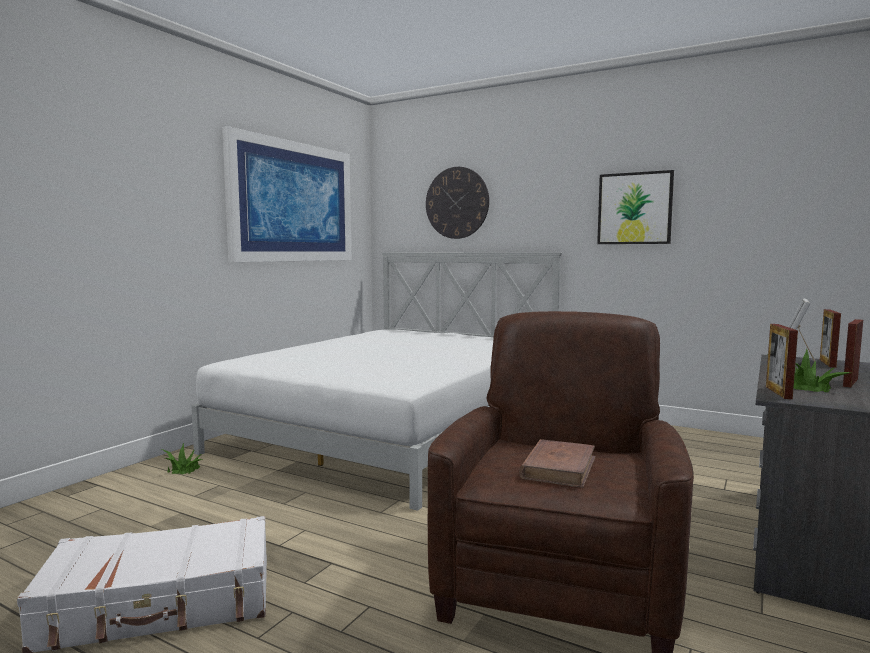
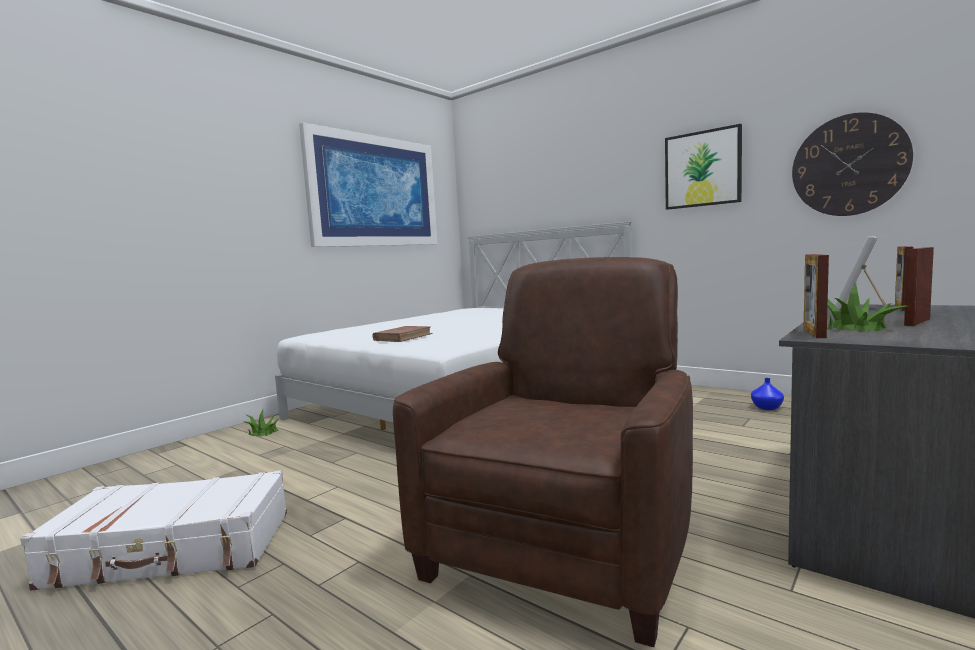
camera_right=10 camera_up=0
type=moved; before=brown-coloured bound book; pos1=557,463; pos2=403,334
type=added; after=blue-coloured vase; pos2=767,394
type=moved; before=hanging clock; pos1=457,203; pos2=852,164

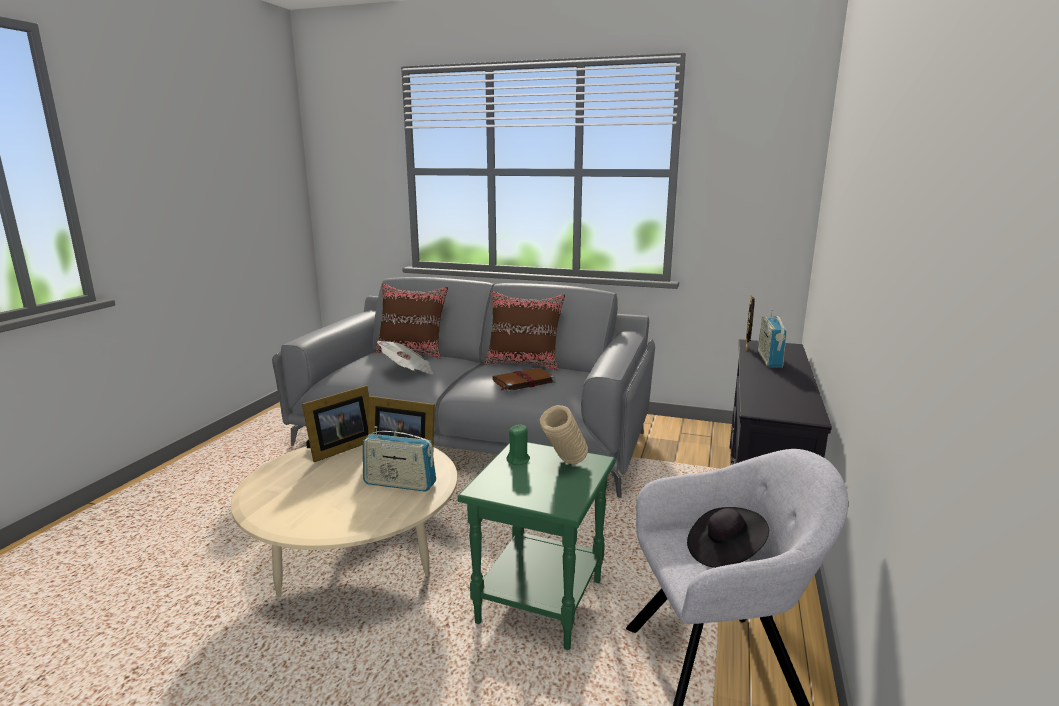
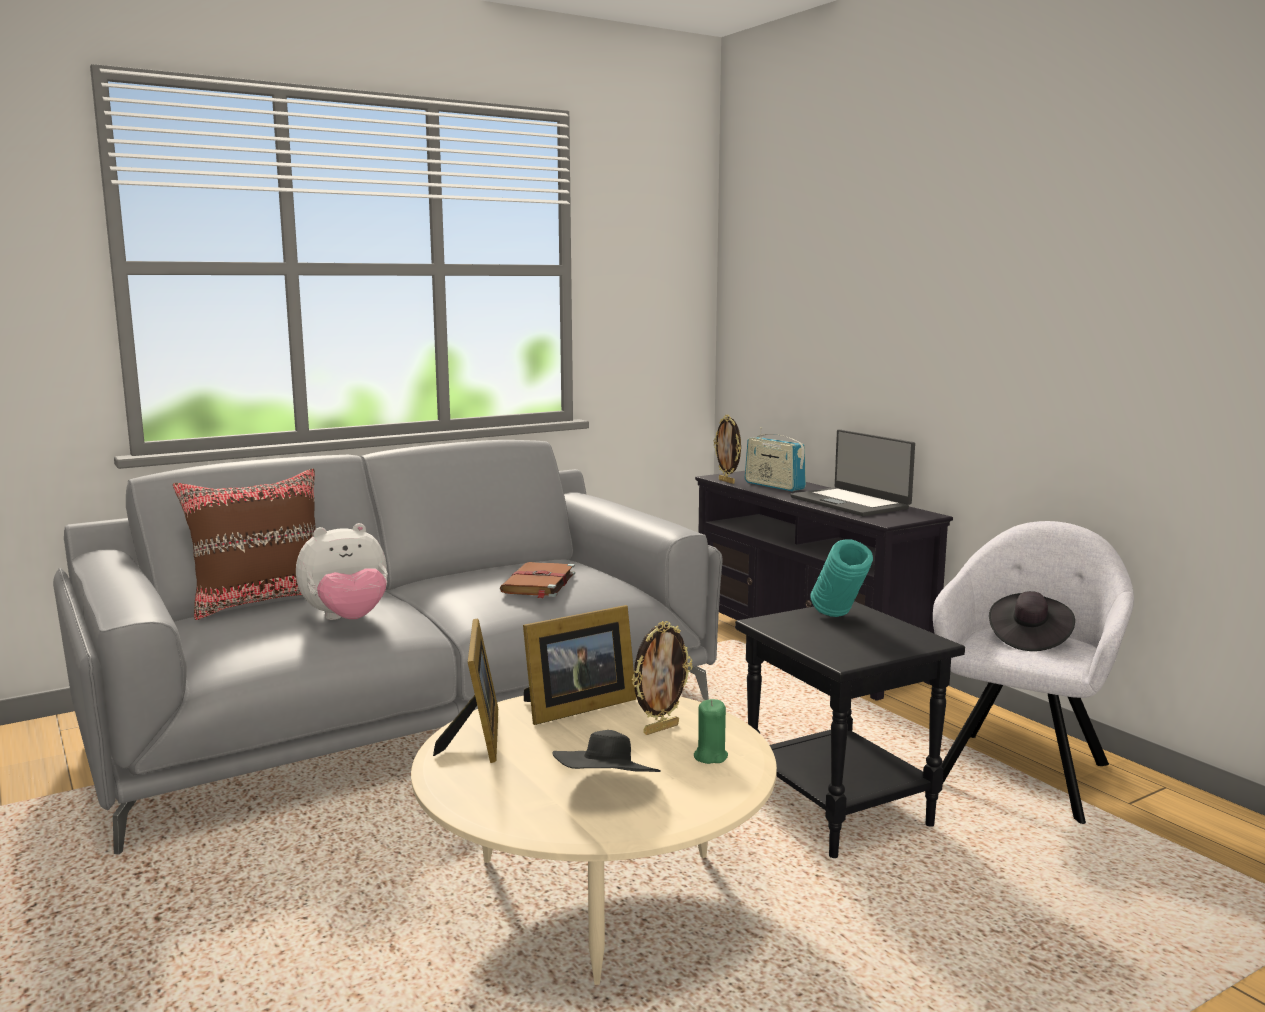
camera_right=-50 camera_up=-5
type=replaced; before=daily paper; after=soft toy; pos1=405,357; pos2=342,571
type=added; after=black-coloured clothing hat; pos2=606,751
type=replaced; before=radio set; after=picture frame; pos1=399,459; pos2=662,678
type=moved; before=green candle; pos1=518,445; pos2=711,731
type=recoloured; before=green side table; after=black-coloured side table; pos1=536,546; pos2=850,729
type=added; after=notebook computer; pos2=852,472
type=recoloured; before=sand-coloured vase; after=turquoise-coloured vase; pos1=564,434; pos2=841,578
type=removed; before=brown-coloured throw pillow; pos1=524,330

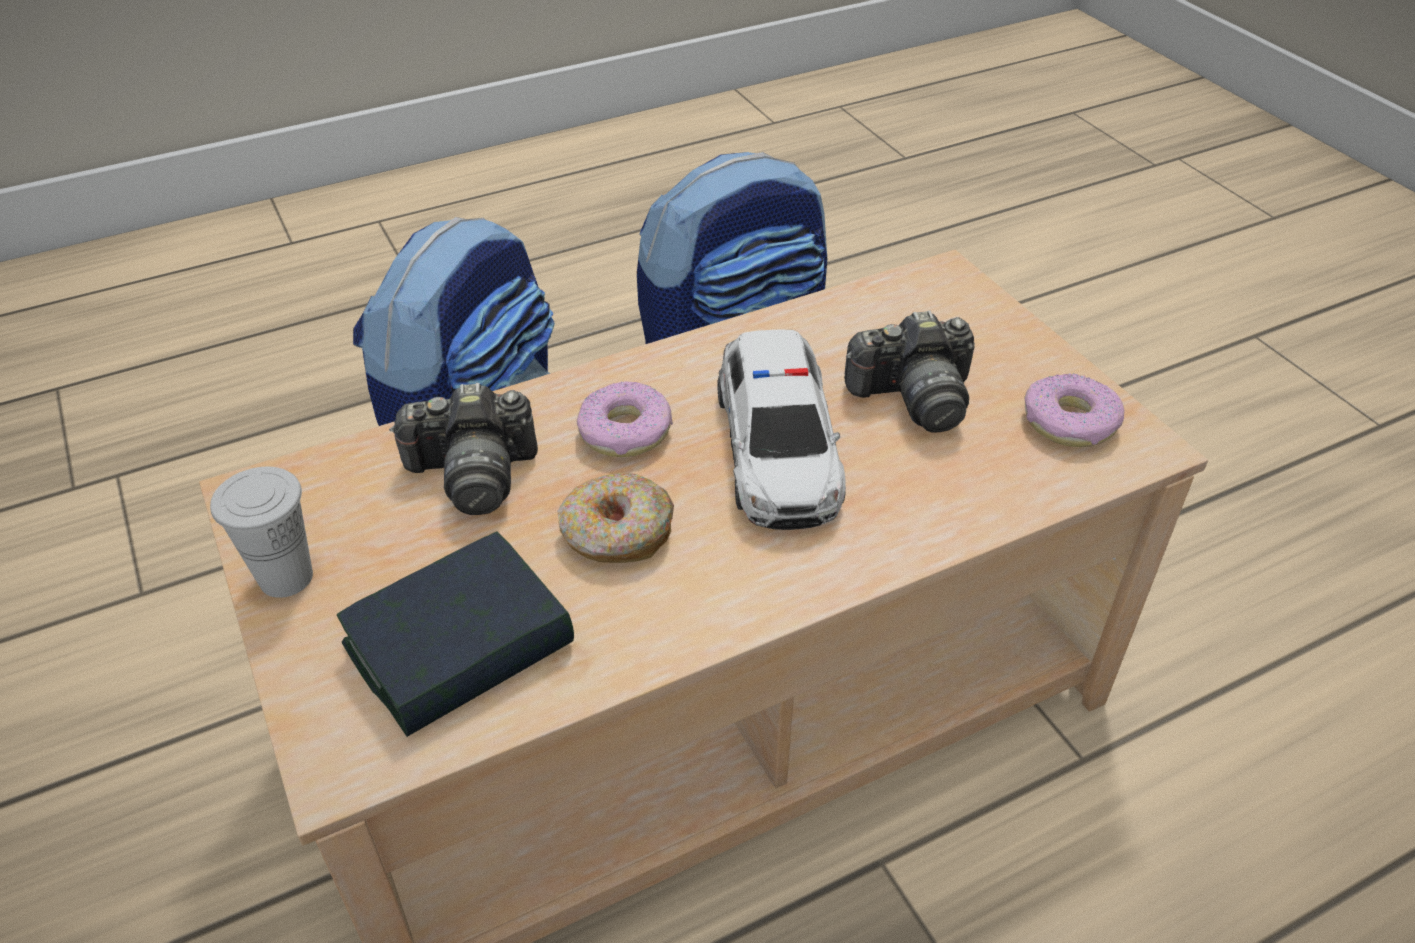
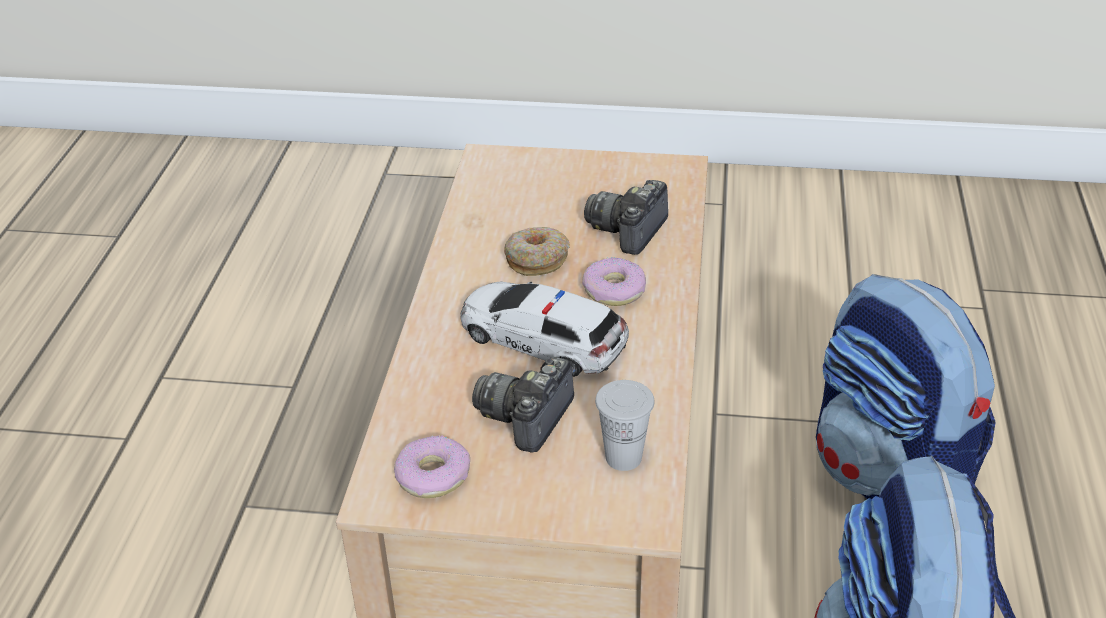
camera_right=125 camera_up=-5
type=moved; before=white-coloured drinking cup; pos1=261,532; pos2=625,425
type=removed; before=bound book; pos1=455,634

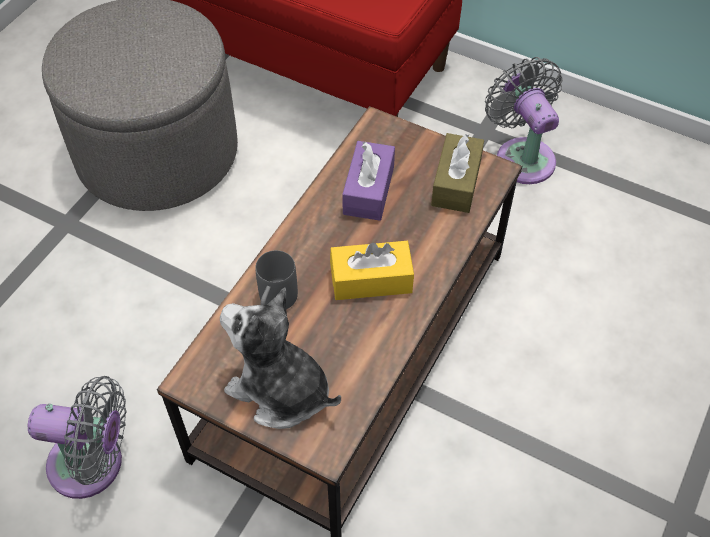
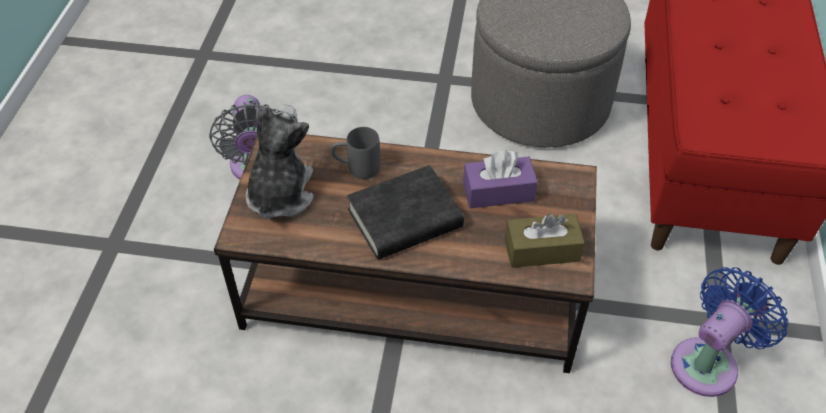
camera_right=70 camera_up=-5
type=replaced; before=yellow-coloured tissue box; after=black-coloured bound book; pos1=372,270; pos2=405,212
type=recoloured; before=gray fan; after=blue-coloured fan; pos1=524,120; pos2=730,332

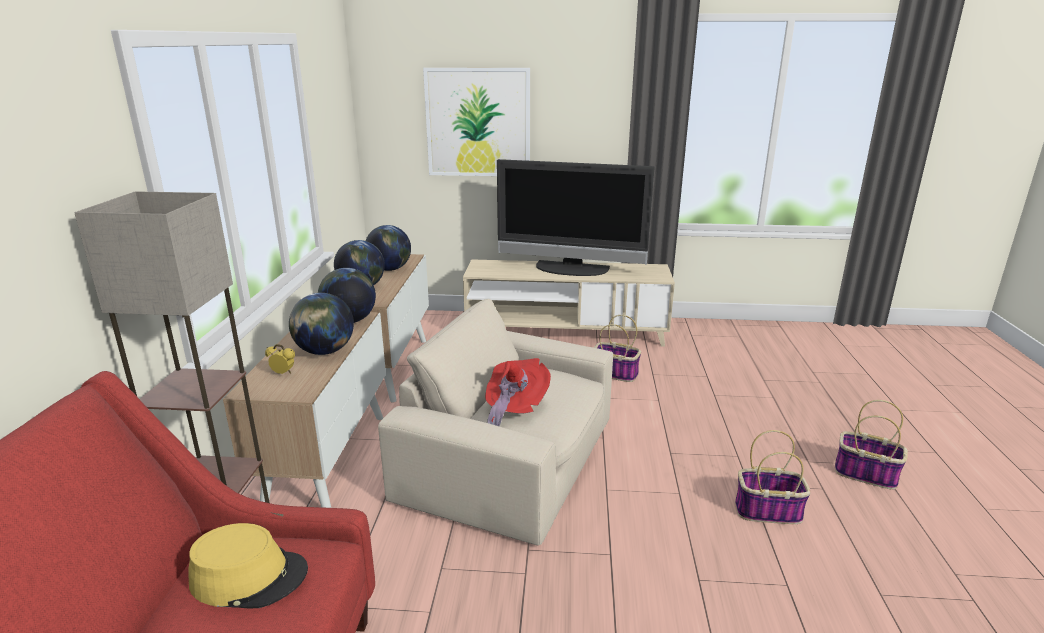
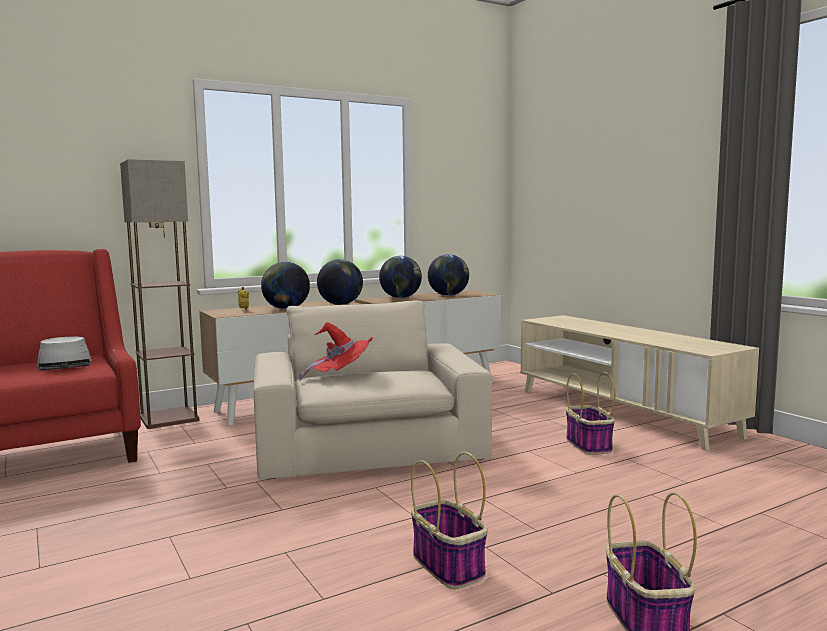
camera_right=55 camera_up=-15
type=recoloured; before=yellow-coloured clothing hat; after=gray clothing hat; pos1=248,565; pos2=64,353
type=removed; before=wall picture; pos1=476,122
type=removed; before=television; pos1=576,217

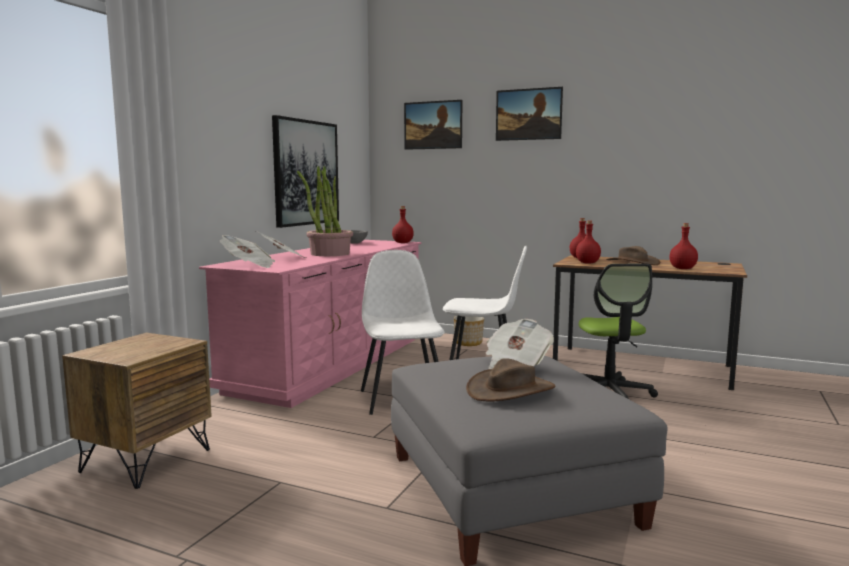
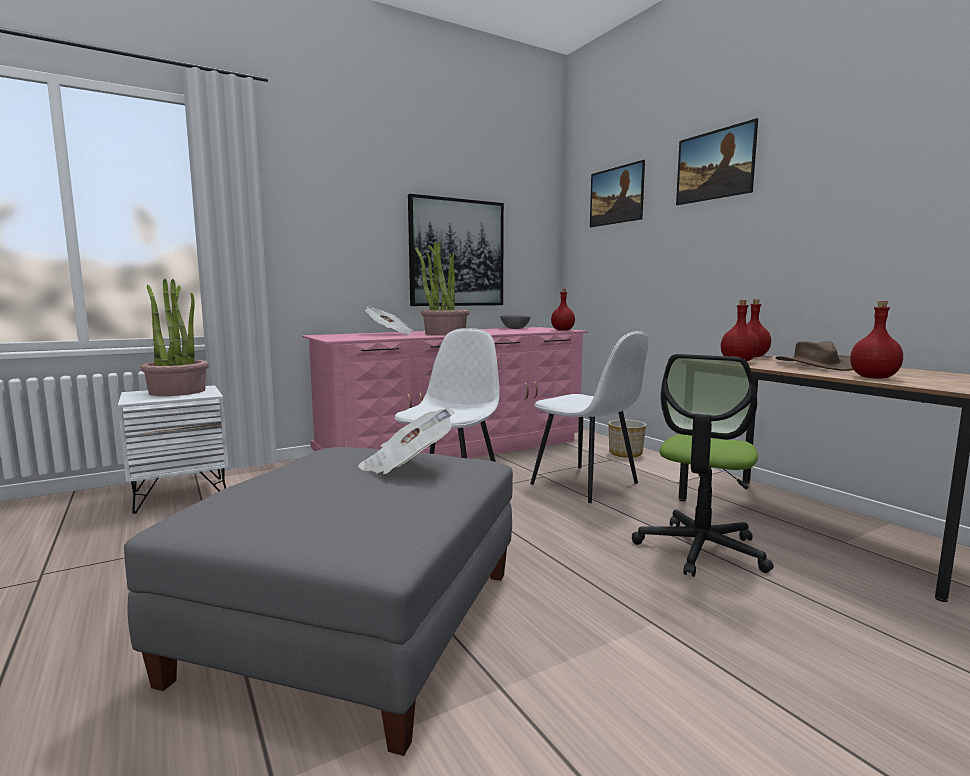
camera_right=35 camera_up=0
type=recoloured; before=brown-coloured bedside table; after=white-coloured bedside table; pos1=137,411; pos2=173,449
type=added; after=houseplant; pos2=174,337
type=removed; before=daily paper; pos1=247,251
type=removed; before=brown-coloured clothing hat; pos1=510,379

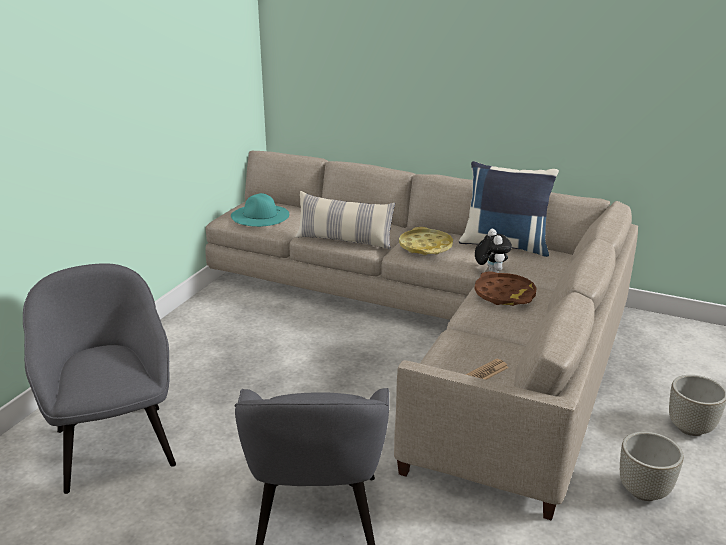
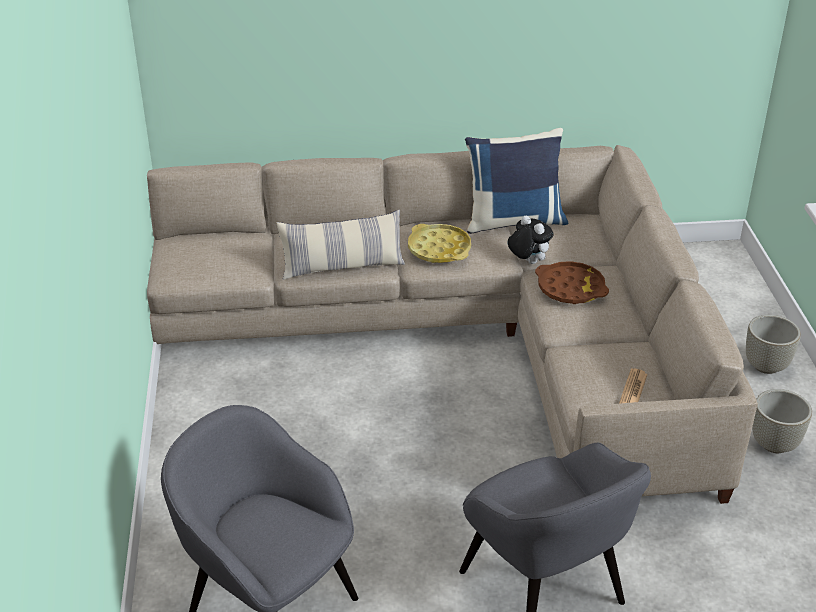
camera_right=-30 camera_up=10
type=removed; before=turquoise-coloured clothing hat; pos1=260,210

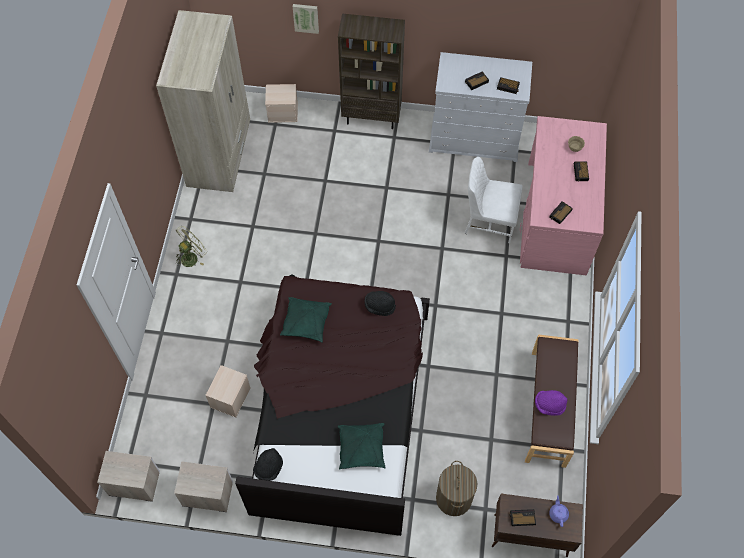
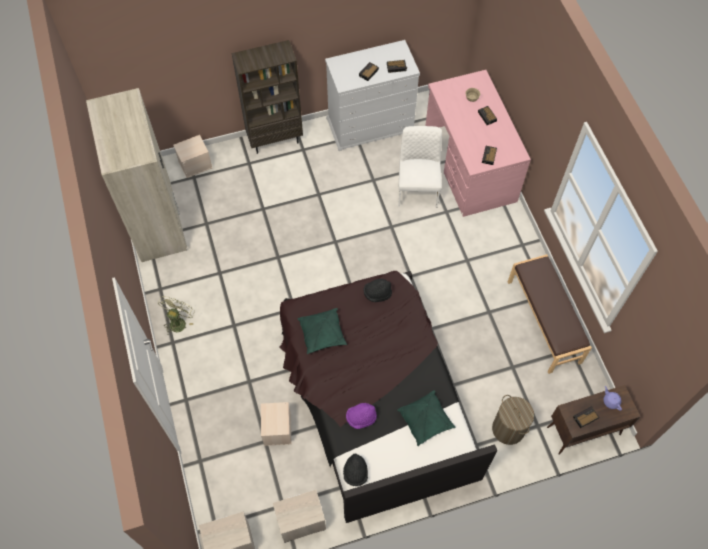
camera_right=-25 camera_up=0
type=moved; before=purplish clothing hat; pos1=551,403; pos2=361,416
type=turned; before=white-coloured upright chair; pos1=494,200; pos2=420,167; turn=105
type=removed; before=wall picture; pos1=306,19

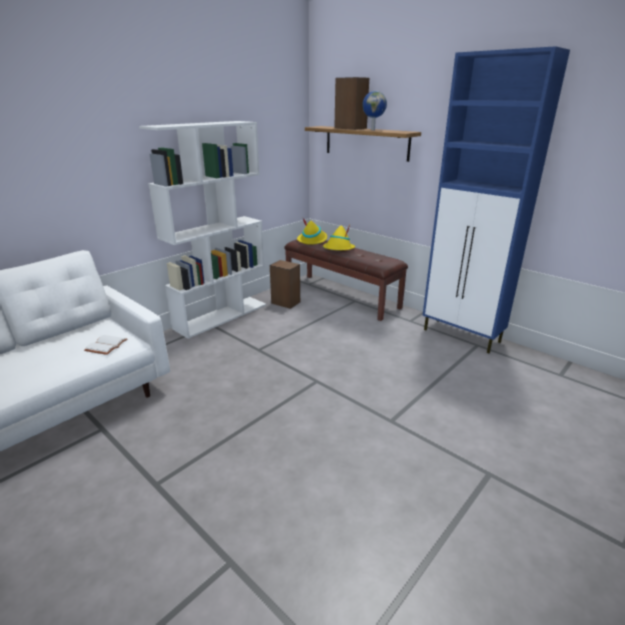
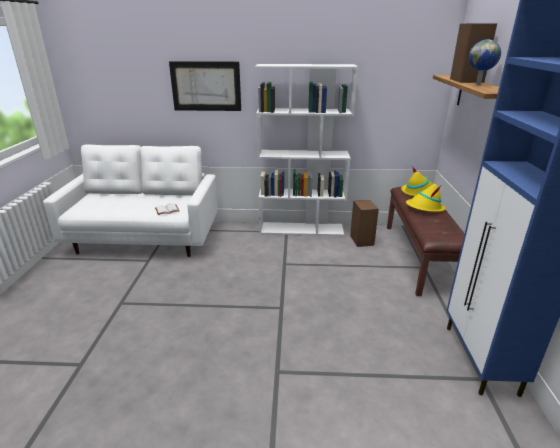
camera_right=50 camera_up=0
type=added; after=wall picture; pos2=205,86

